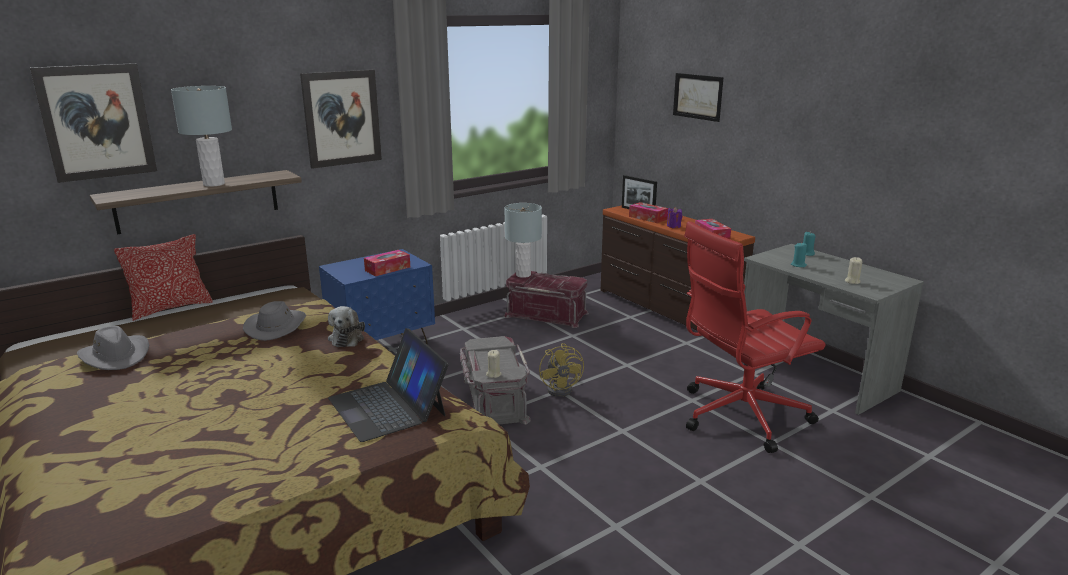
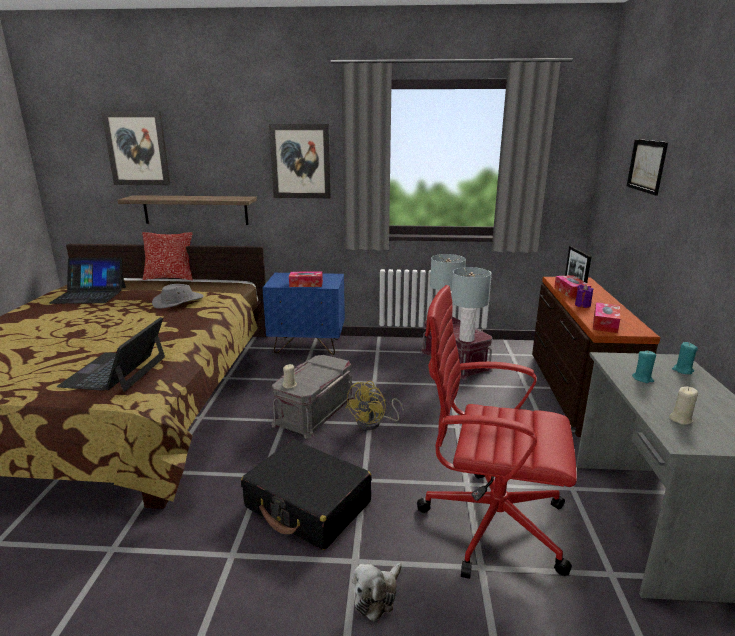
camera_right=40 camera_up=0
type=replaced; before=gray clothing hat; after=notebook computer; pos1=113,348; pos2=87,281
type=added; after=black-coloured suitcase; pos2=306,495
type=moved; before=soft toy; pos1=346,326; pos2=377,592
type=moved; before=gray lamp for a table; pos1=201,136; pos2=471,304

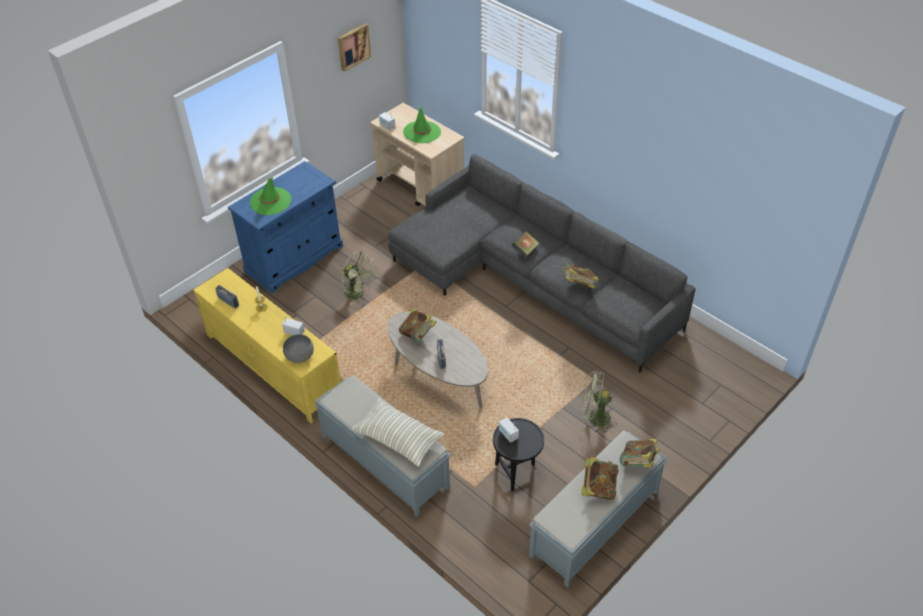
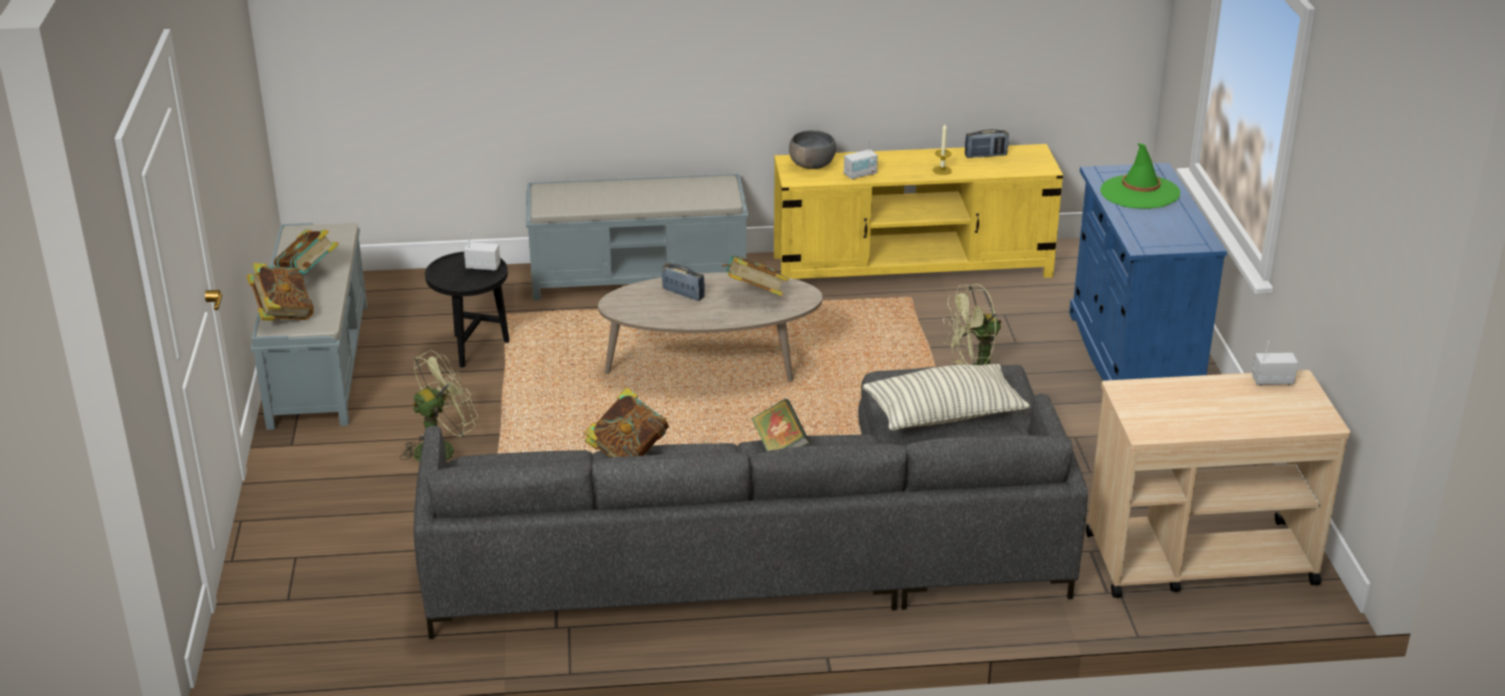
camera_right=130 camera_up=-15
type=moved; before=throw pillow; pos1=398,432; pos2=946,397
type=removed; before=wall picture; pos1=354,47
type=removed; before=green clothing hat; pos1=422,124

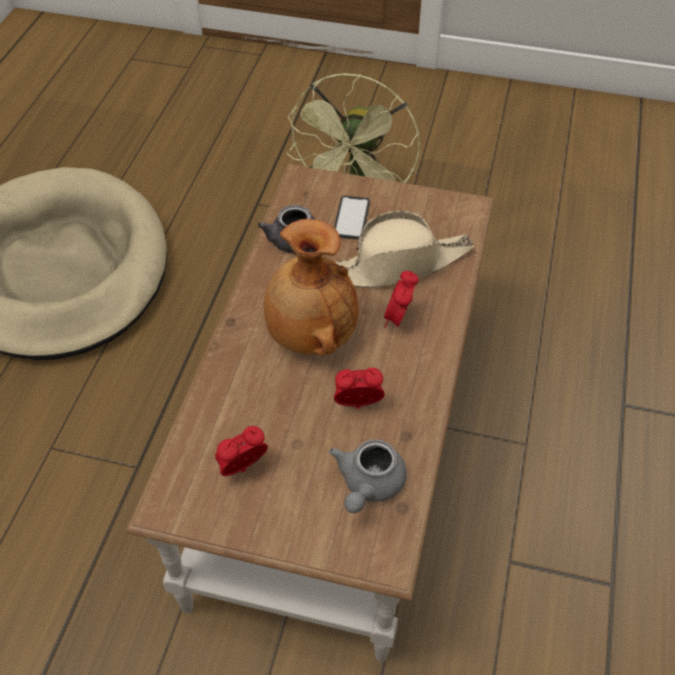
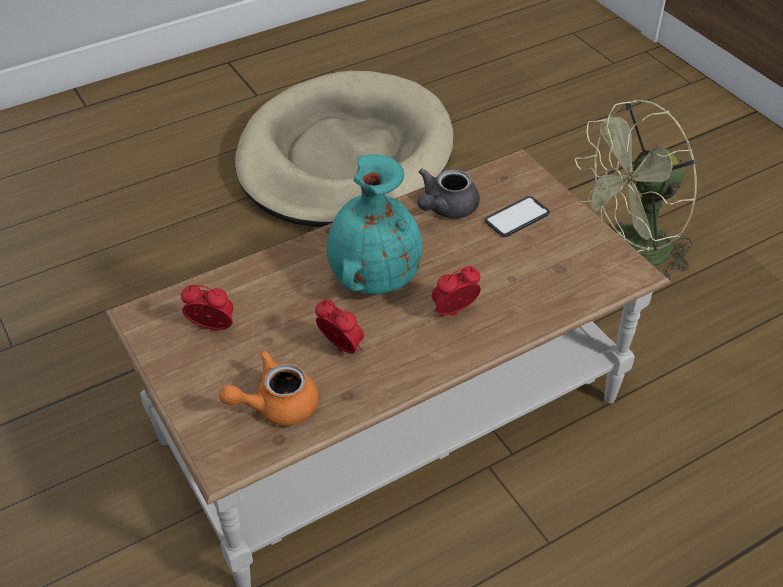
camera_right=45 camera_up=-5
type=recoloured; before=gray tea pot; after=orangey tea pot; pos1=368,476; pos2=269,388
type=recoloured; before=brown-coloured vase; after=turquoise-coloured vase; pos1=311,287; pos2=374,224
type=removed; before=sand-coloured clothing hat; pos1=404,249

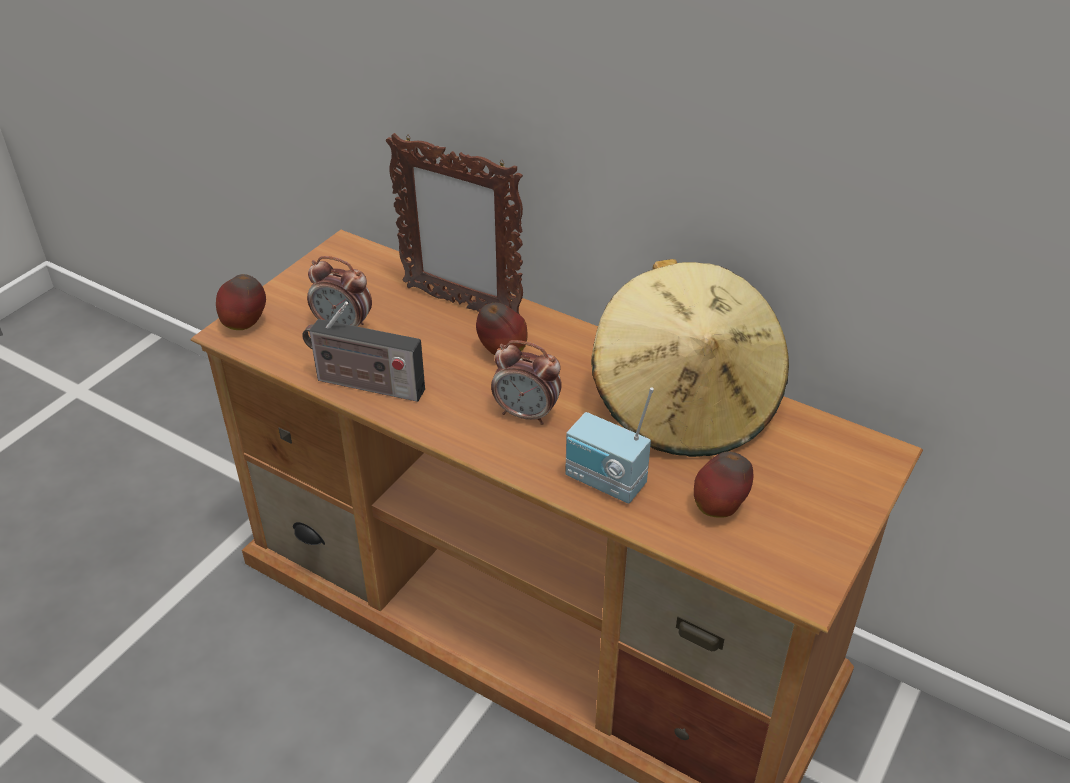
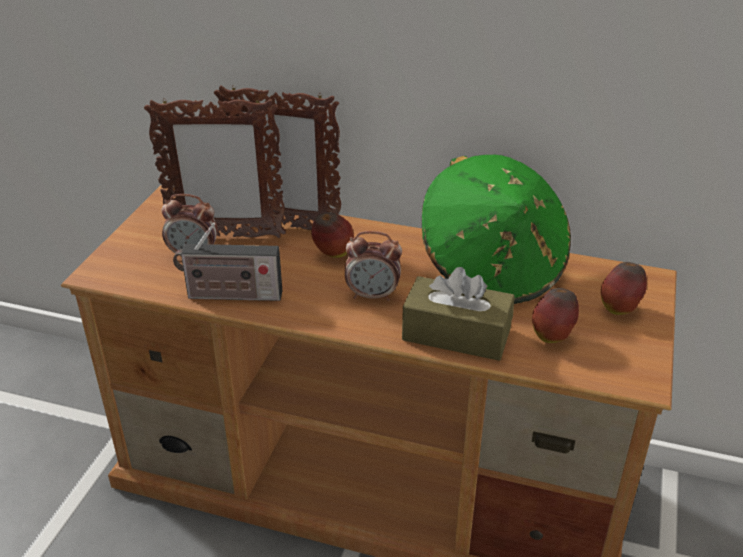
camera_right=-15 camera_up=-5
type=added; after=picture frame; pos2=215,167
type=replaced; before=radio set; after=brown-coloured tissue box; pos1=609,445; pos2=458,314
type=recoloured; before=sand-coloured clothing hat; after=green clothing hat; pos1=690,358; pos2=496,229
type=moved; before=apple fruit; pos1=241,302; pos2=624,288

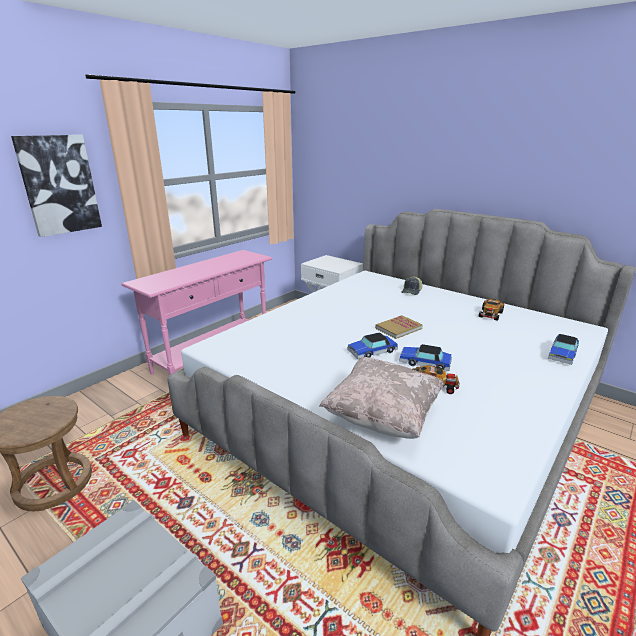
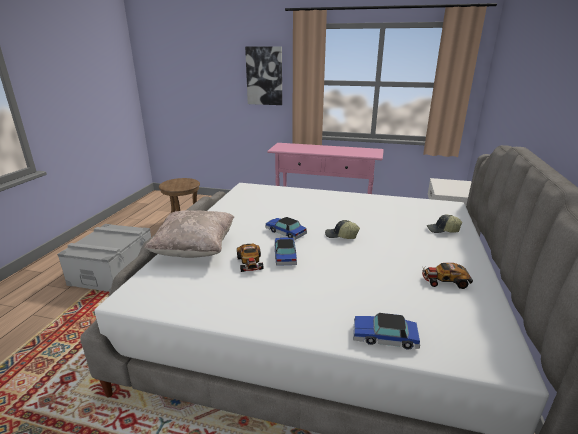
camera_right=65 camera_up=0
type=replaced; before=bound book; after=peaked cap; pos1=399,327; pos2=342,229

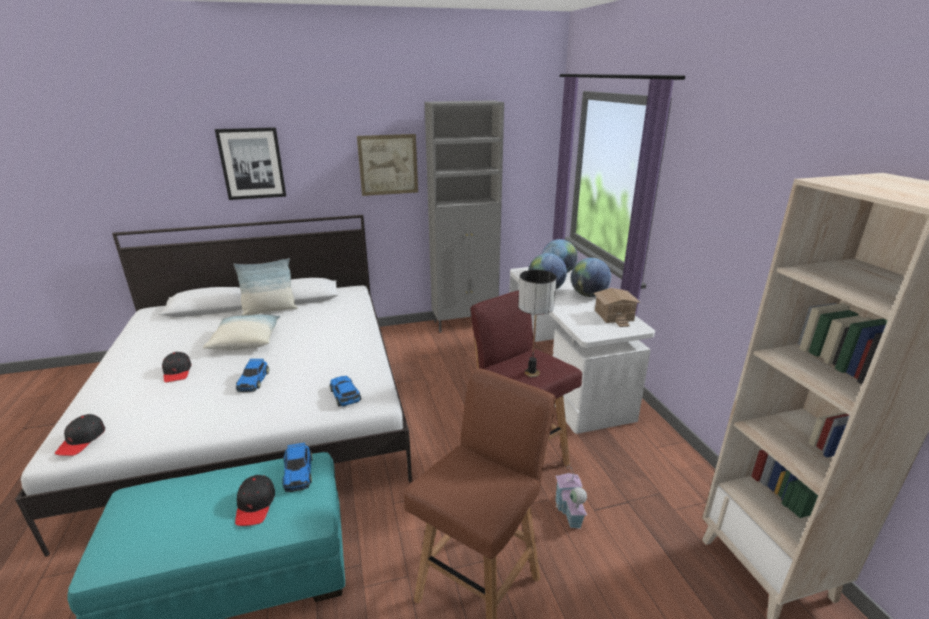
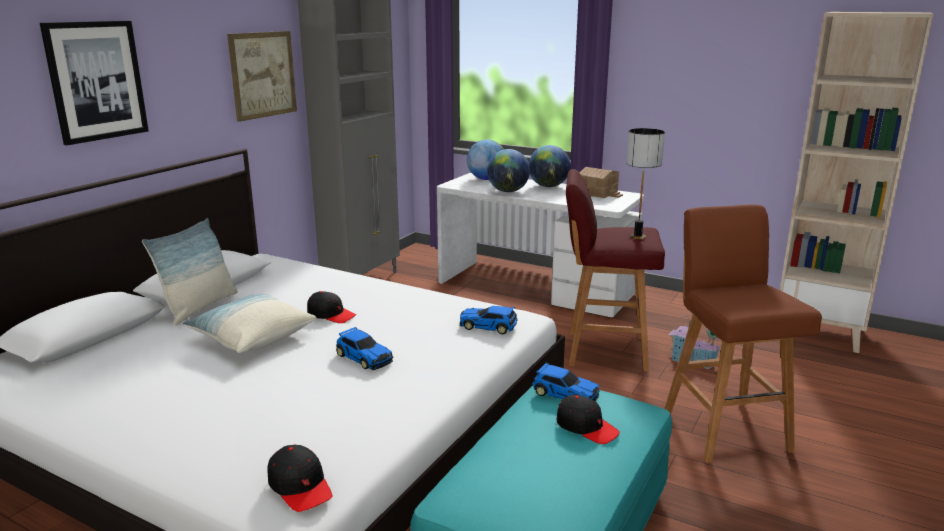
camera_right=-45 camera_up=-5
type=moved; before=black-coloured peaked cap; pos1=176,367; pos2=331,307

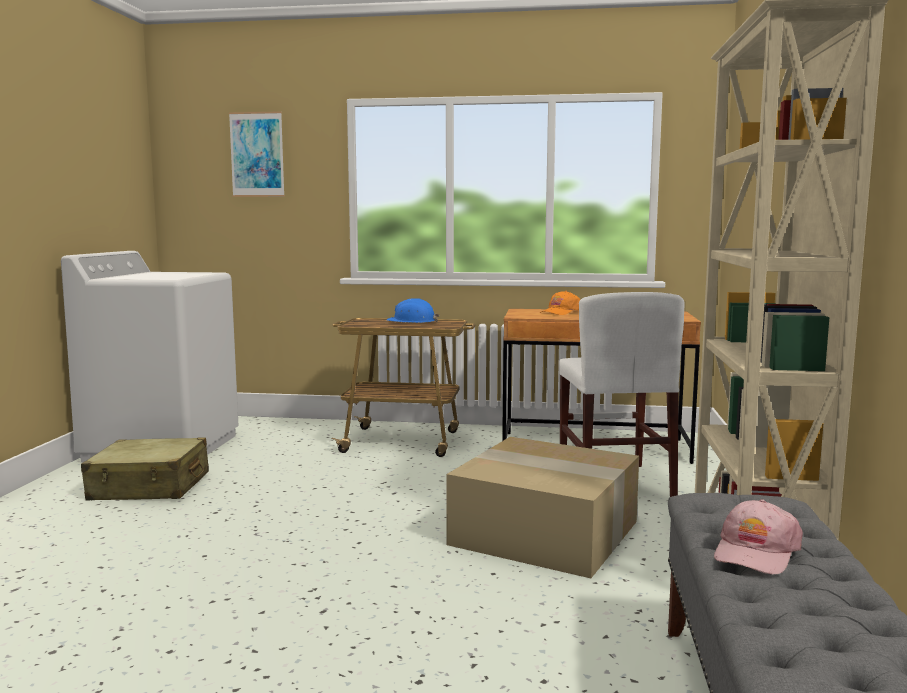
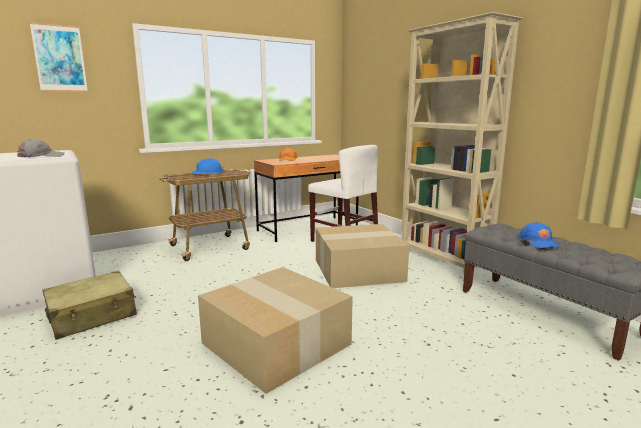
camera_right=-40 camera_up=5
type=added; after=gray peaked cap; pos2=41,148
type=added; after=carton; pos2=275,330
type=recoloured; before=pinkish peaked cap; after=blue-coloured peaked cap; pos1=758,536; pos2=540,235

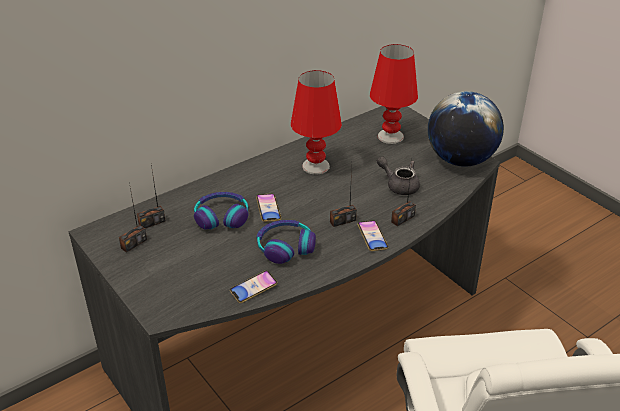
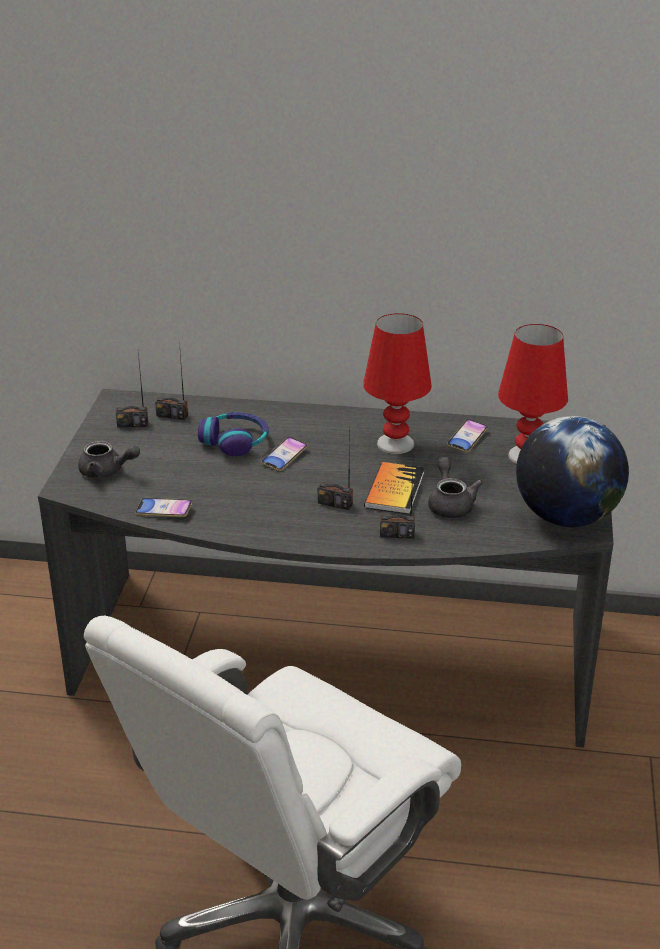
camera_right=45 camera_up=-5
type=added; after=gray tea pot; pos2=109,459
type=added; after=bound book; pos2=394,488
type=moved; before=handset; pos1=372,235; pos2=467,435
type=removed; before=headphones; pos1=286,242

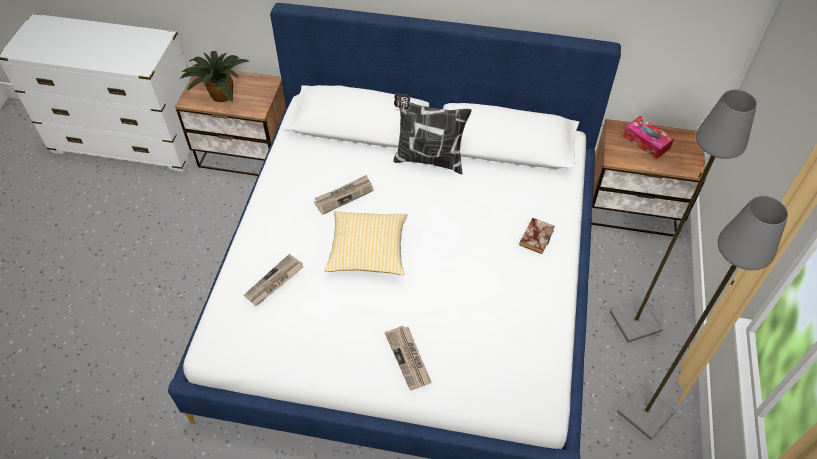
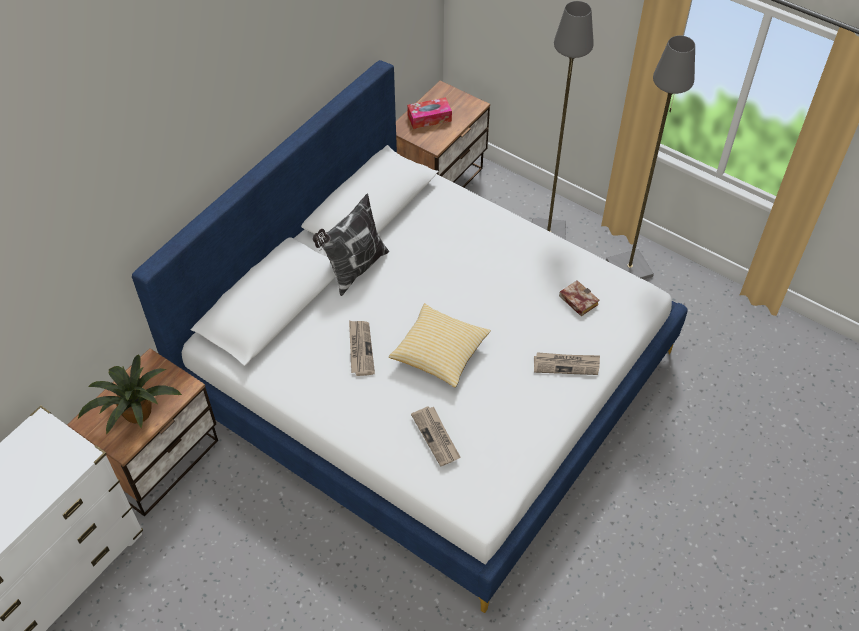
camera_right=-65 camera_up=0
type=moved; before=bound book; pos1=537,236; pos2=579,298

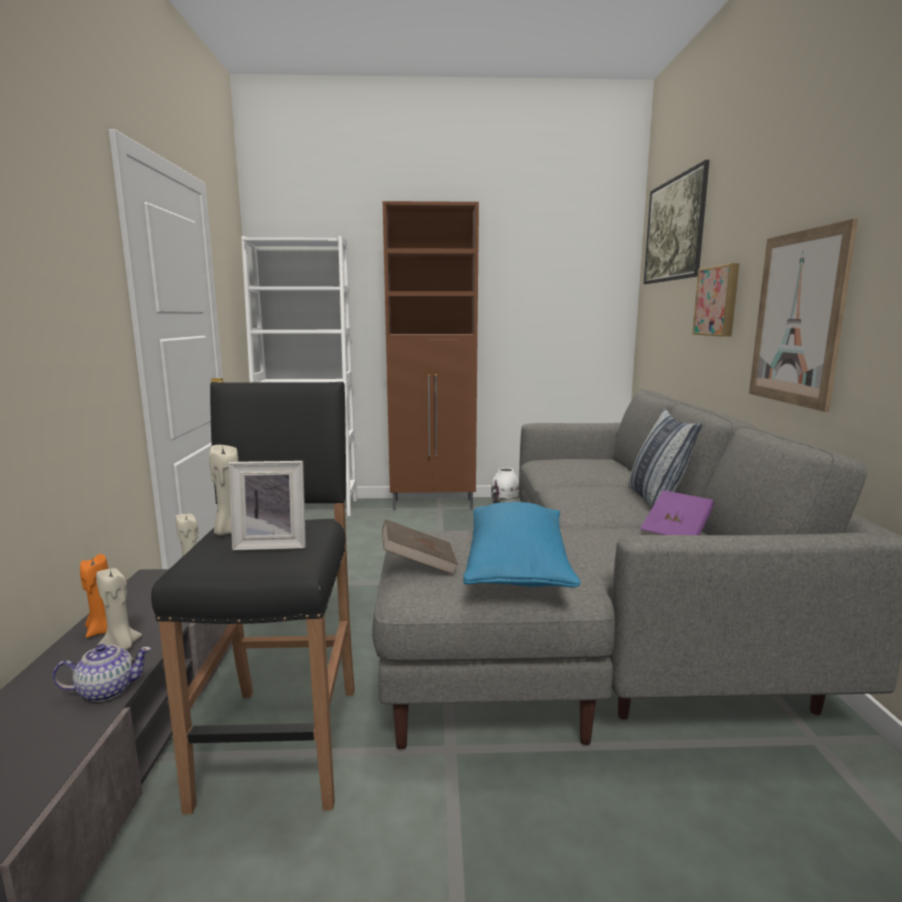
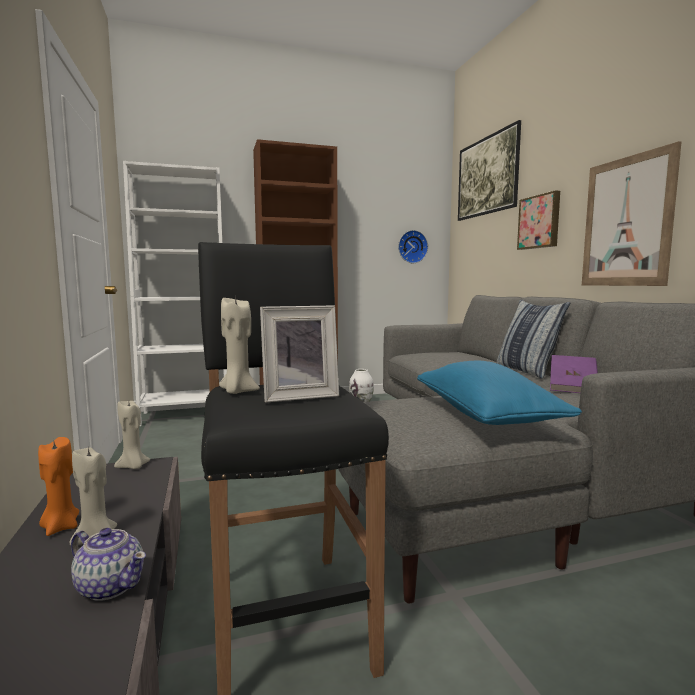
camera_right=-15 camera_up=-5
type=turned; before=tea pot; pos1=101,673; pos2=108,564; turn=60
type=added; after=hanging clock; pos2=413,246
type=removed; before=brown-coloured bound book; pos1=420,547

